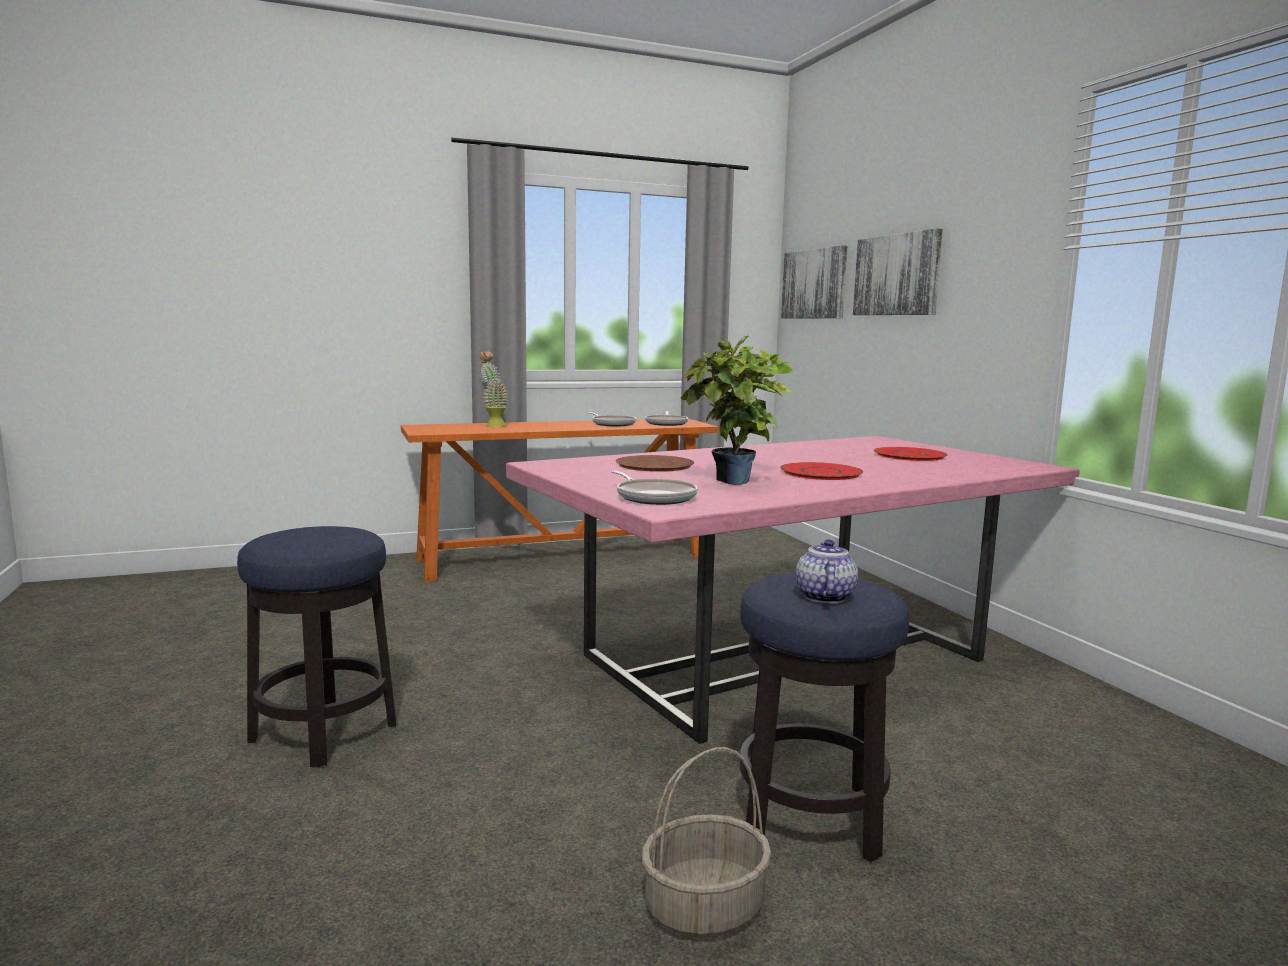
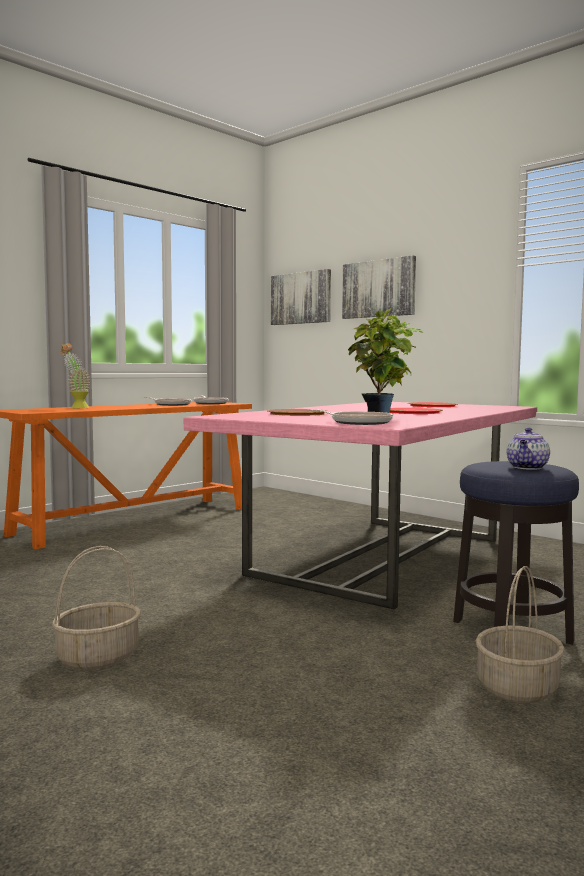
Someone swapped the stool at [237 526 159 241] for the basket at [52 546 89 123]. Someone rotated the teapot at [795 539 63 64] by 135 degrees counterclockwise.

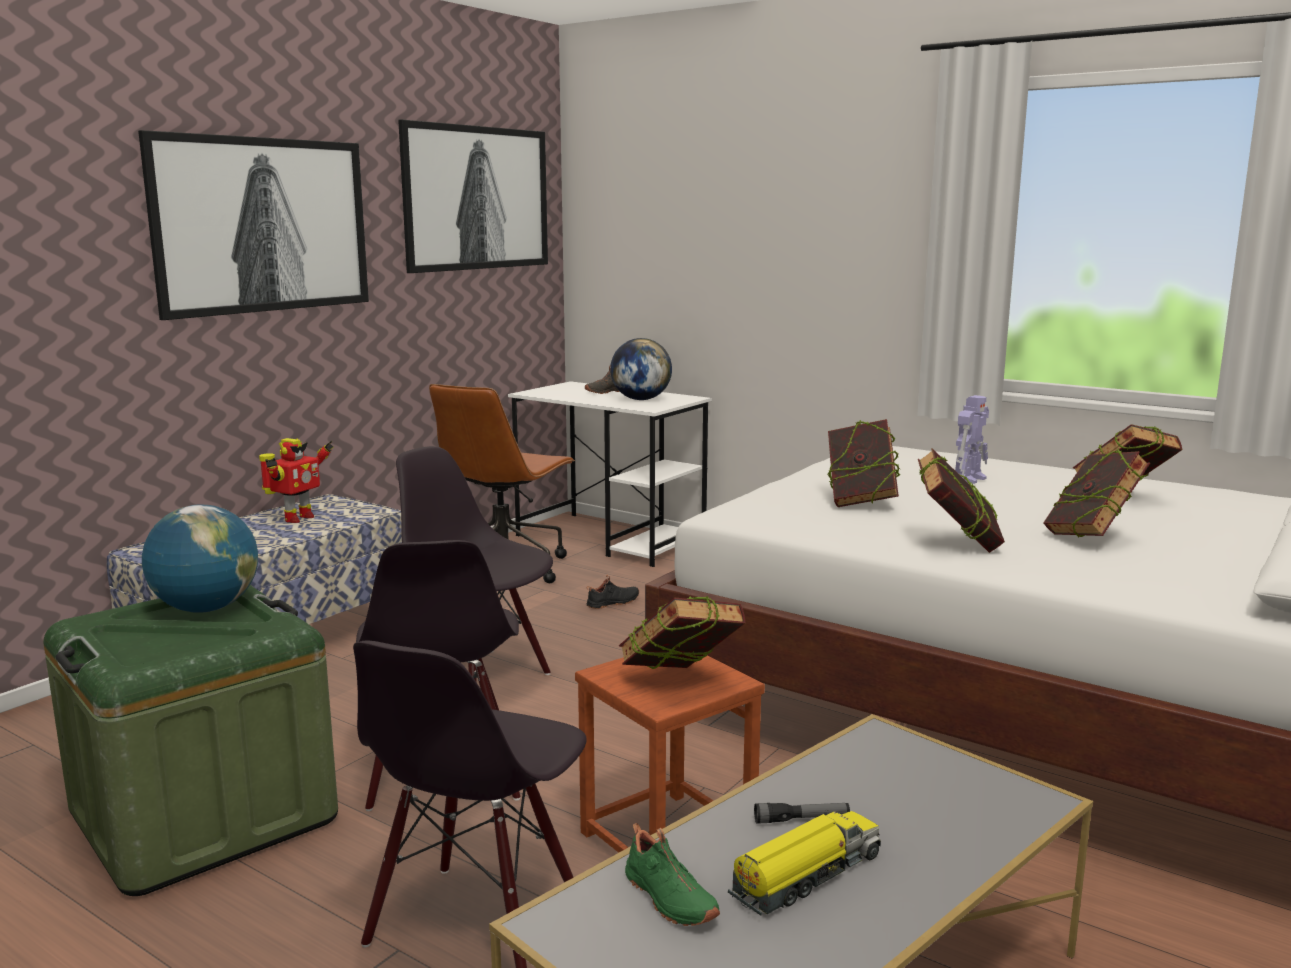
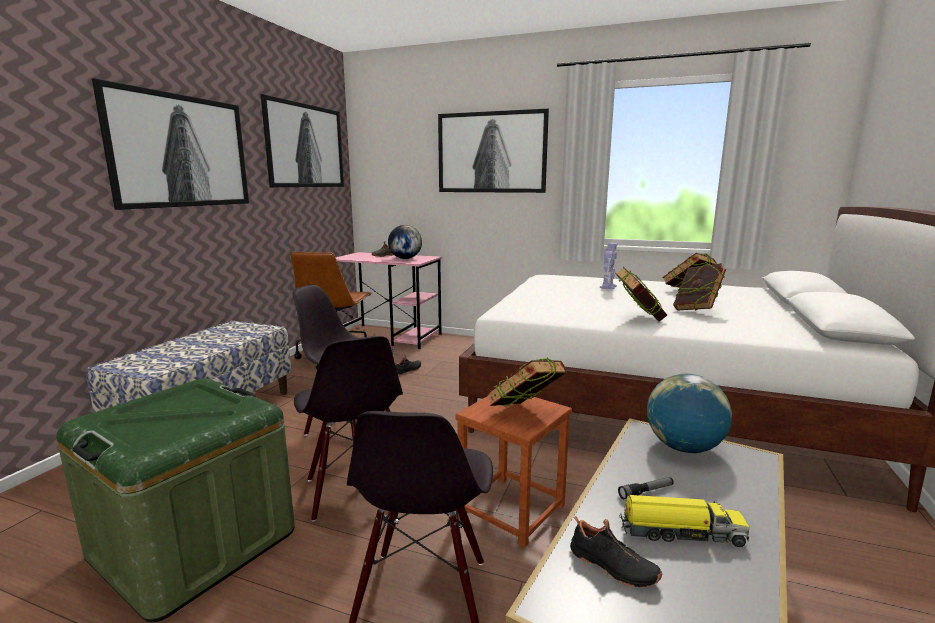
Someone repainted the white desk at [508 381 204 186], which became the pink desk at [336 252 106 97]. Someone put up the picture at [438 108 111 85]. Someone repainted the green shoe at [625 823 95 103], which became the black shoe at [570 516 92 72]. Someone rotated the toy truck at [728 810 153 105] by 60 degrees clockwise. Someone carried the globe from [142 504 116 109] to [647 374 85 79]. Someone took away the toy robot at [259 438 74 85]. Someone took away the book at [828 419 73 88].

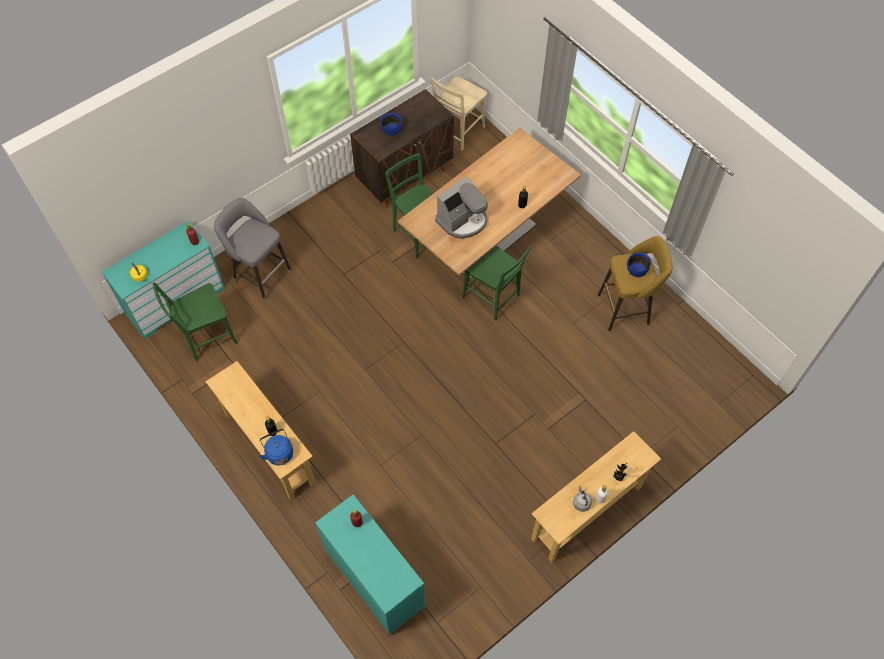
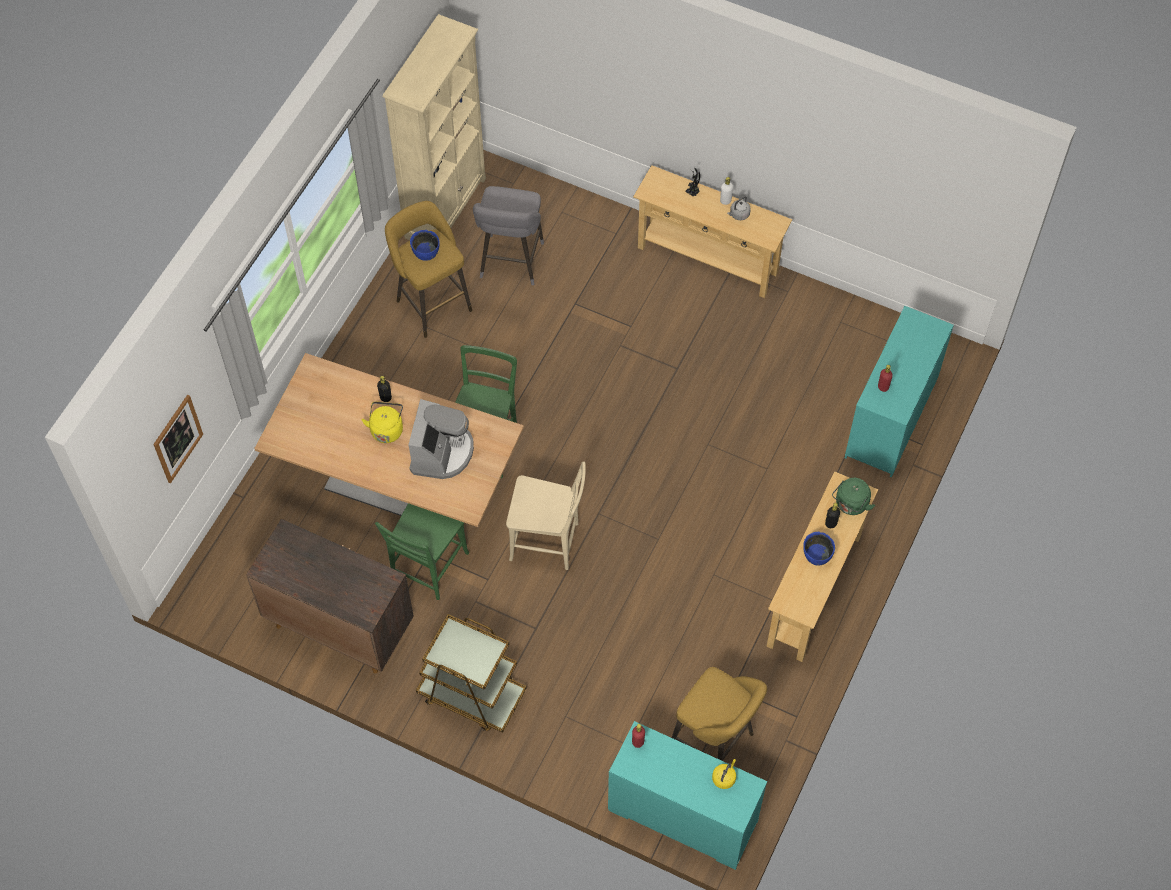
Someone put up the picture at [153 395 50 88]. Someone put down the yellow kettle at [361 402 42 41]. Someone put down the beige bookcase at [383 14 103 226]. Someone rotated the coffee machine at [435 176 53 63] by 75 degrees clockwise. Someone put down the brown cart at [416 614 111 119]. Someone carried the grey stool from [214 198 79 104] to [473 186 71 100]. Someone carried the beige chair from [430 76 57 75] to [506 462 80 108]. Someone swapped the green chair at [153 282 85 79] for the yellow stool at [672 667 95 94]. Someone carried the blue bowl from [380 113 22 23] to [803 532 32 33]. Someone repainted the blue kettle at [259 429 34 37], which became the green kettle at [832 478 43 37].

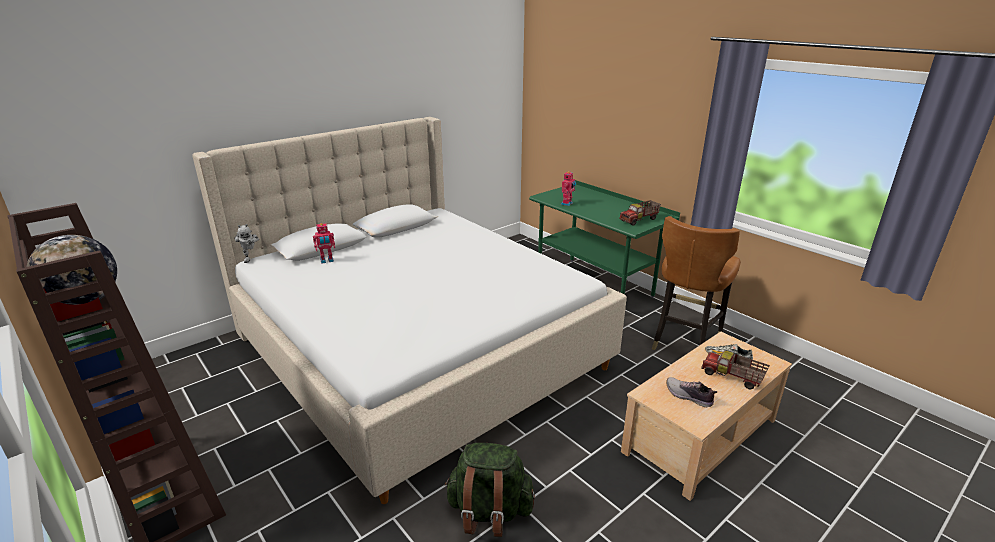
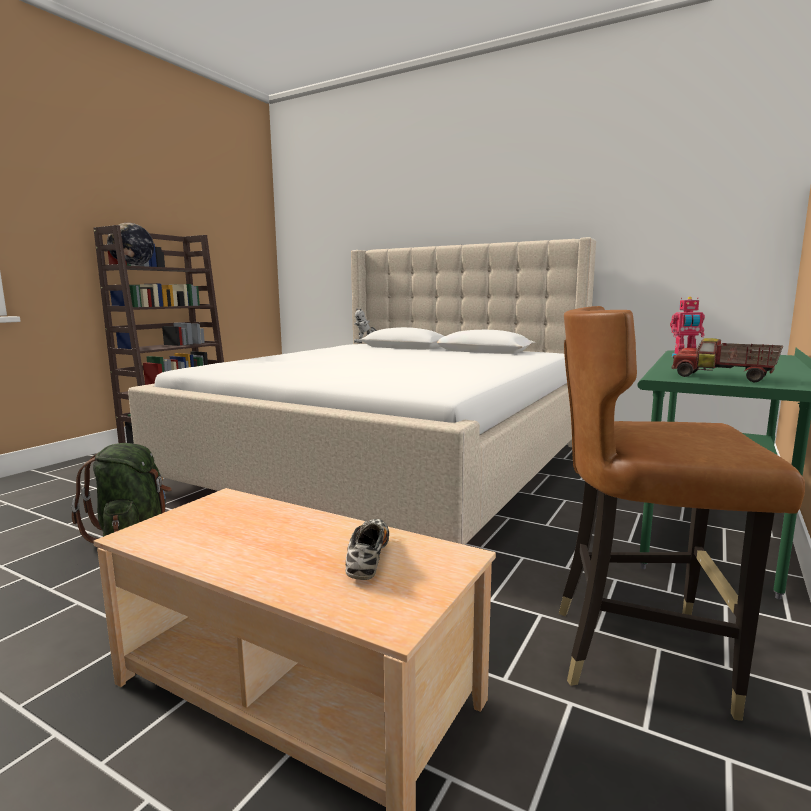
Someone took away the toy robot at [313 223 22 41]. Someone took away the shoe at [666 377 51 30]. Someone took away the toy truck at [701 351 69 39].

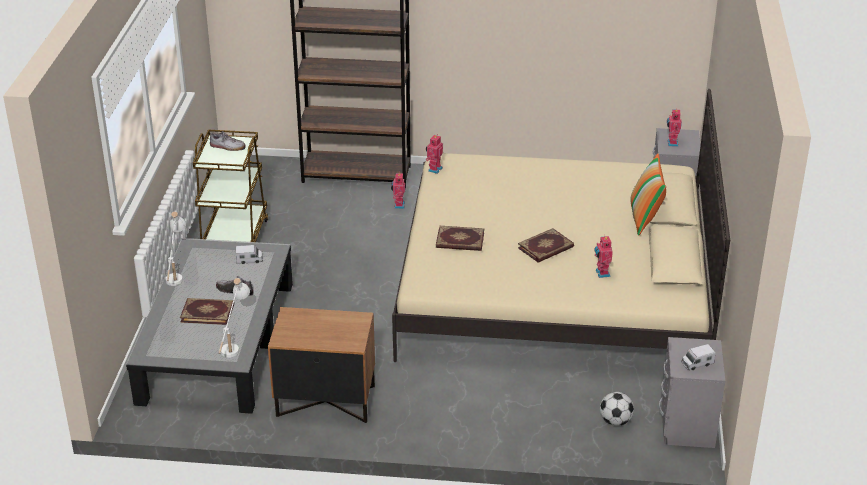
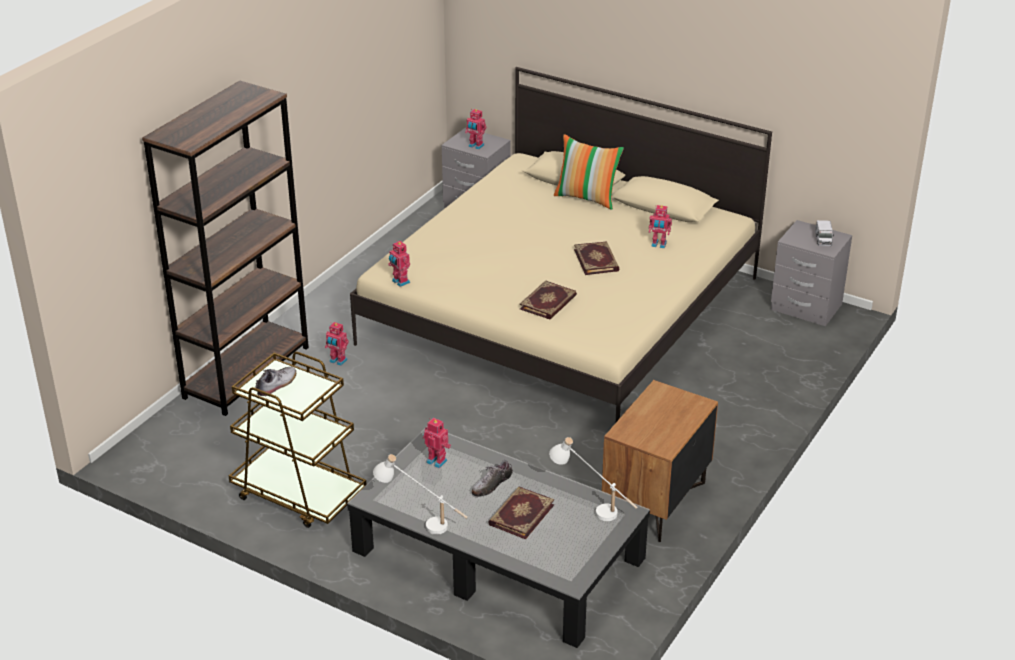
Someone swapped the toy truck at [236 245 27 19] for the toy robot at [423 418 28 50]. Someone took away the football at [600 392 34 34].

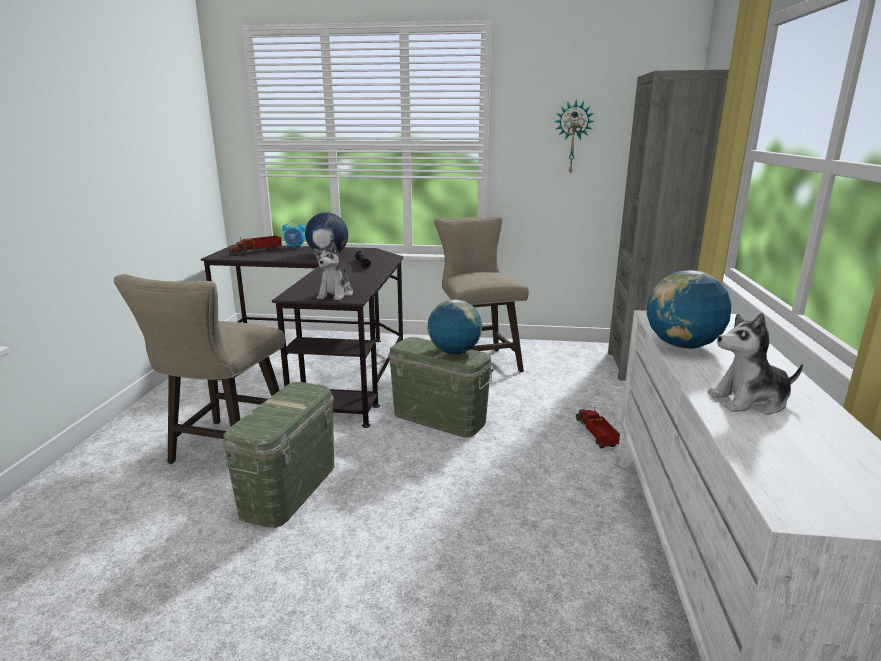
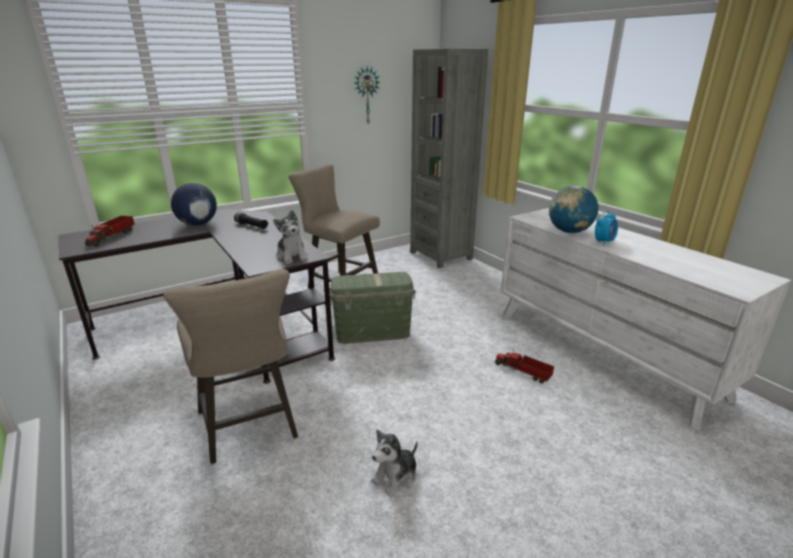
Someone carried the plush toy from [707 313 96 102] to [371 430 47 67]. Someone carried the toy truck from [576 408 44 40] to [495 349 59 35]. Someone carried the alarm clock from [282 220 23 28] to [595 210 23 36]. Someone took away the green storage box at [222 382 112 146]. Someone took away the globe at [428 299 54 55].

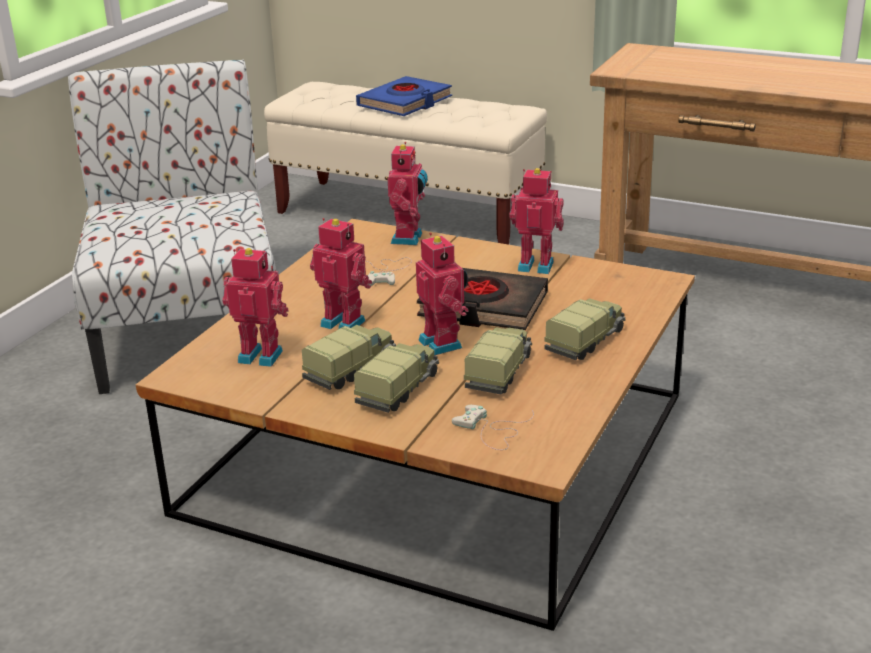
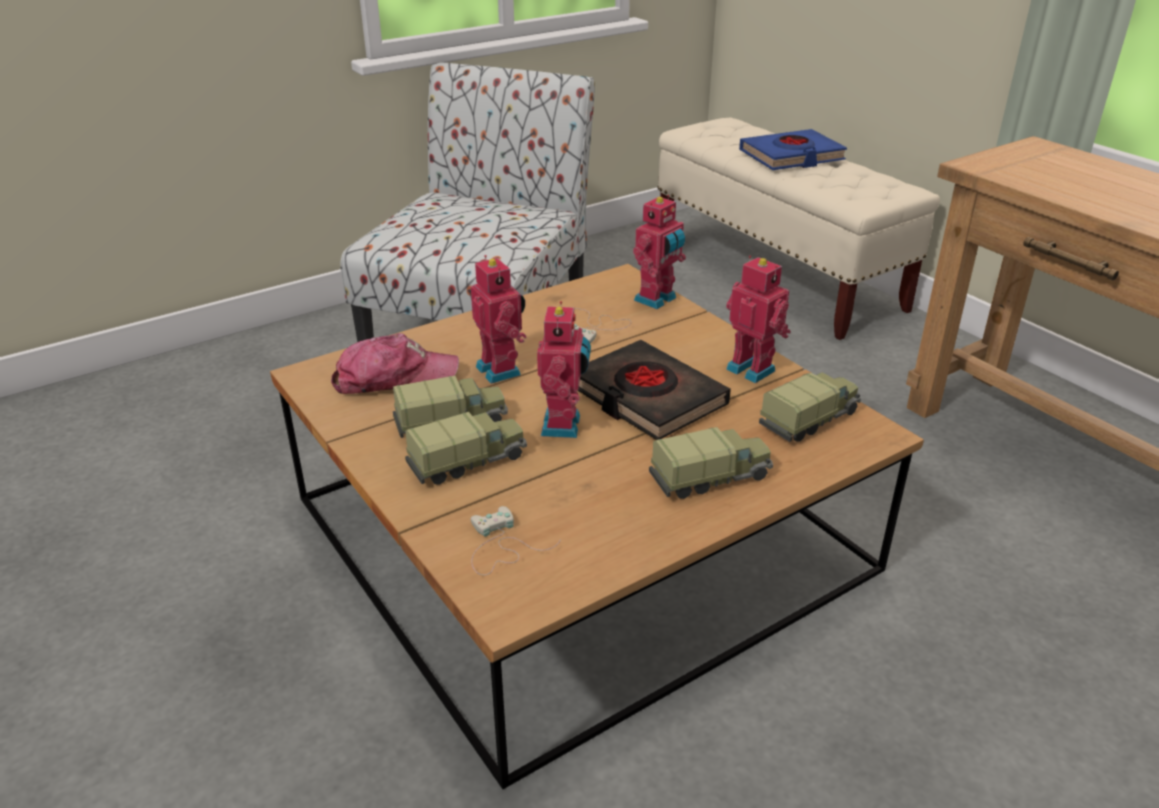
Someone swapped the toy robot at [222 248 67 119] for the cap at [331 333 128 61]. Someone carried the toy truck from [464 327 68 68] to [759 372 102 70].

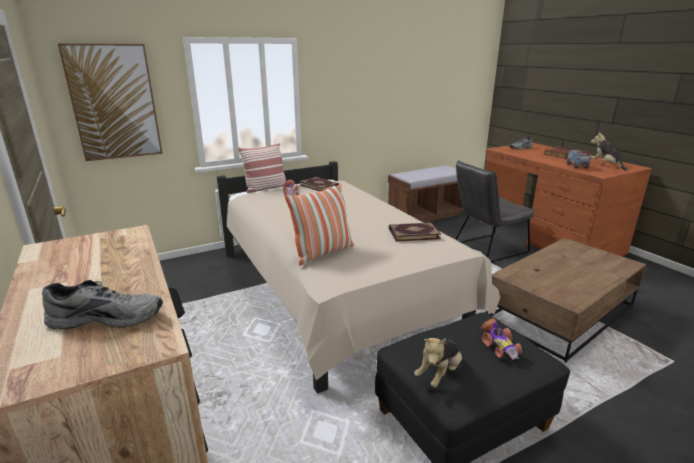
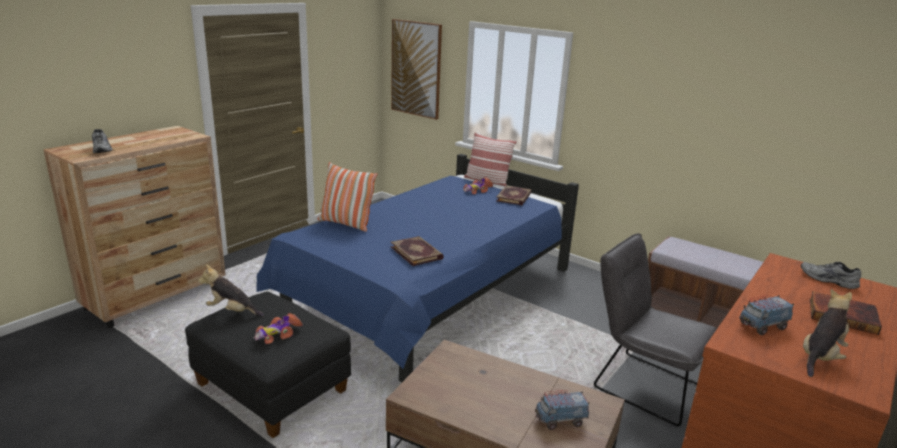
Someone repainted the beige bed at [217 161 283 232], which became the blue bed at [257 154 322 228]. Someone put down the toy truck at [535 390 54 40].

